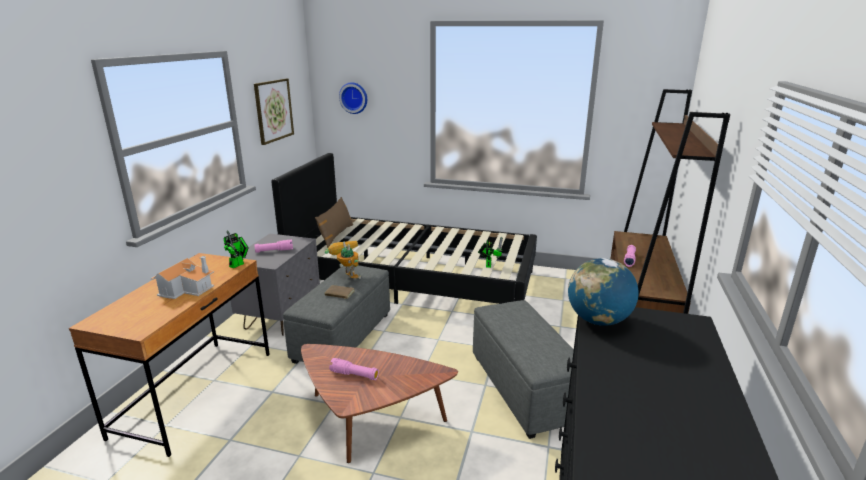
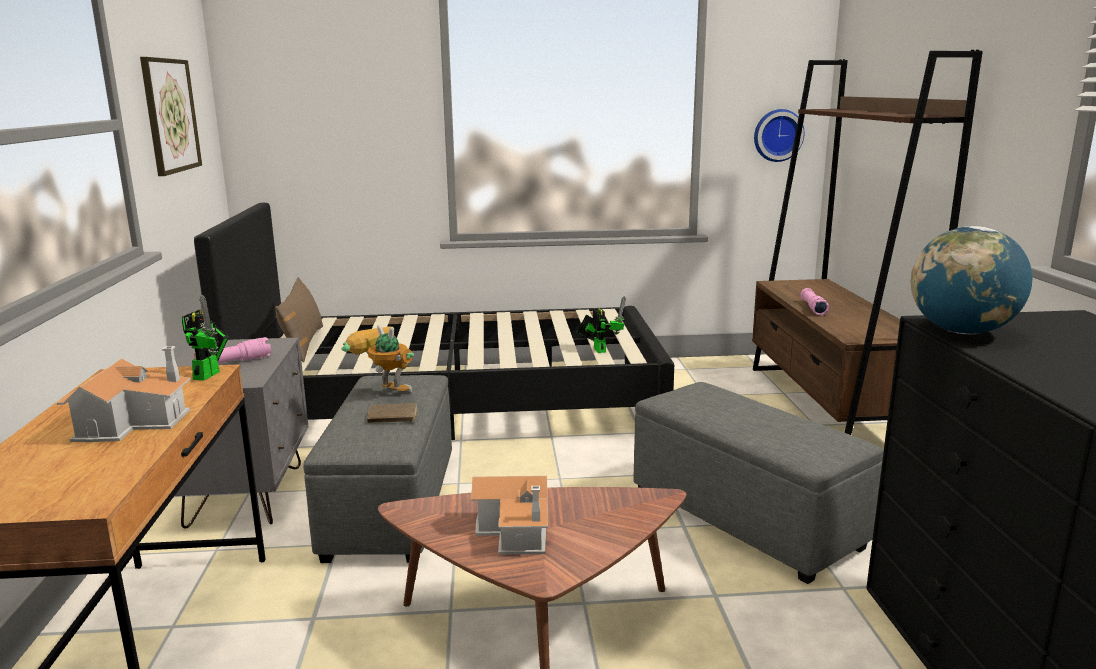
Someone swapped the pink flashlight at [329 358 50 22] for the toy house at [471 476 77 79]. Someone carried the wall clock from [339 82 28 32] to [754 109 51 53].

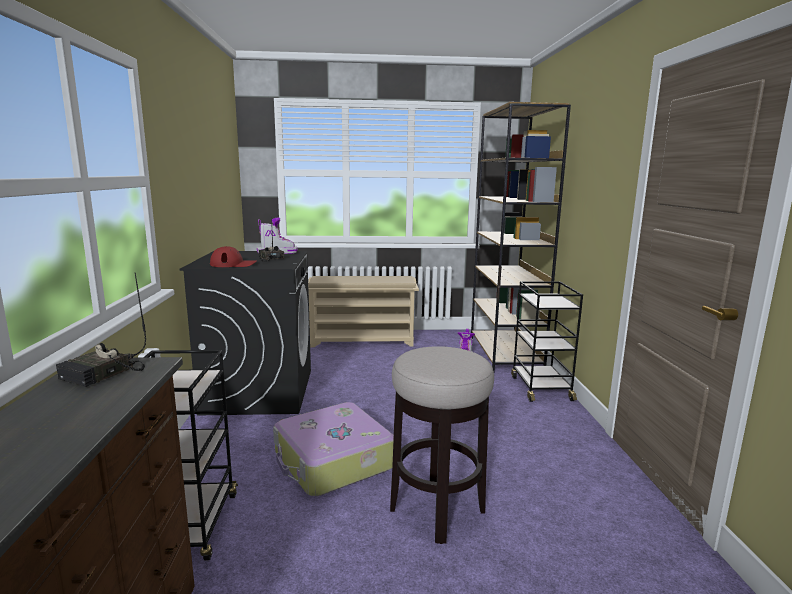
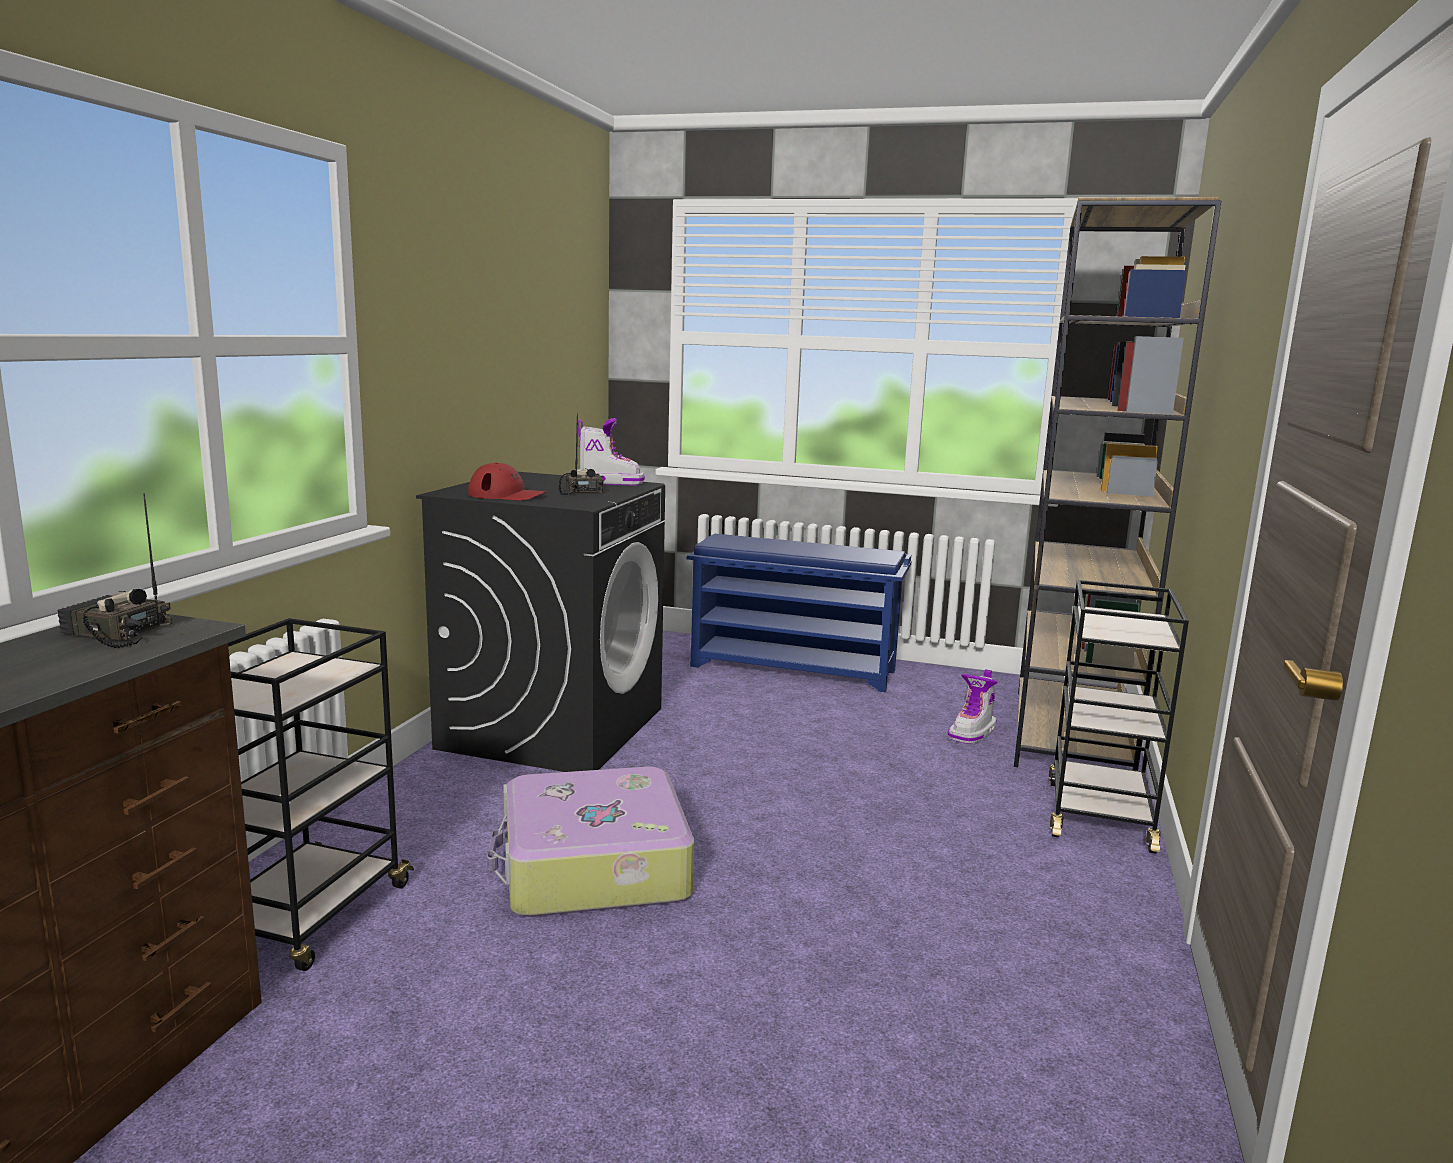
Someone rotated the radio at [56 273 90 114] by 60 degrees clockwise. Someone repainted the beige shoe rack at [308 276 111 71], which became the blue shoe rack at [687 534 224 158]. Someone took away the stool at [390 346 104 198].

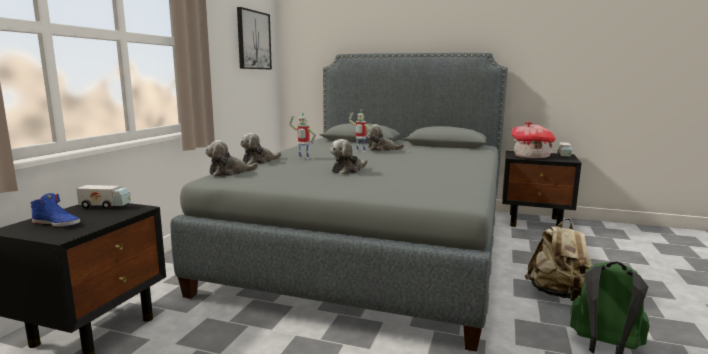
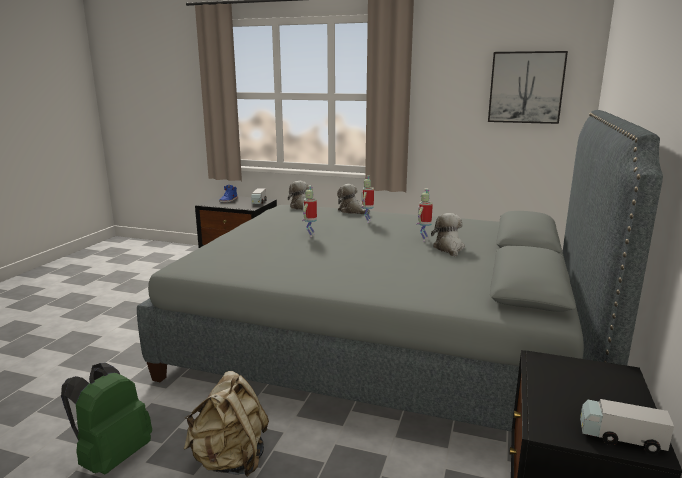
Someone swapped the plush toy at [330 139 37 35] for the toy robot at [302 186 15 51]. Someone took away the toy house at [511 121 45 37].

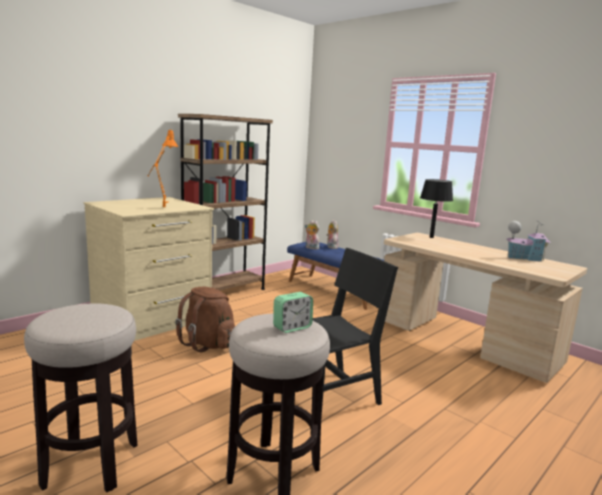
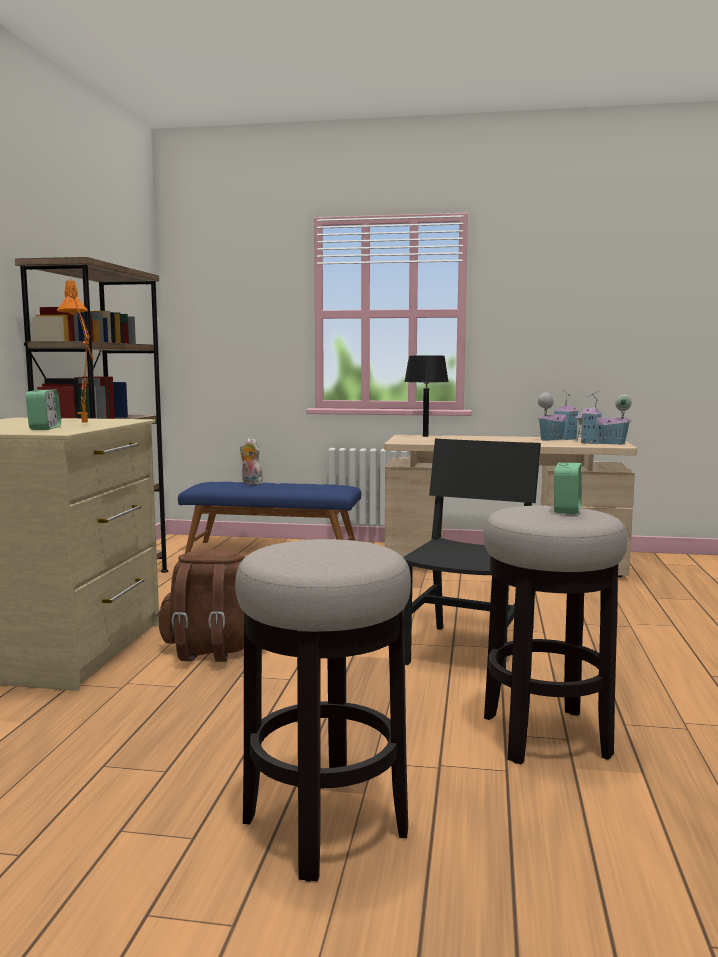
Someone put down the alarm clock at [26 390 35 40]. Someone put down the toy house at [575 391 57 54]. Someone took away the plush toy at [305 220 14 30].

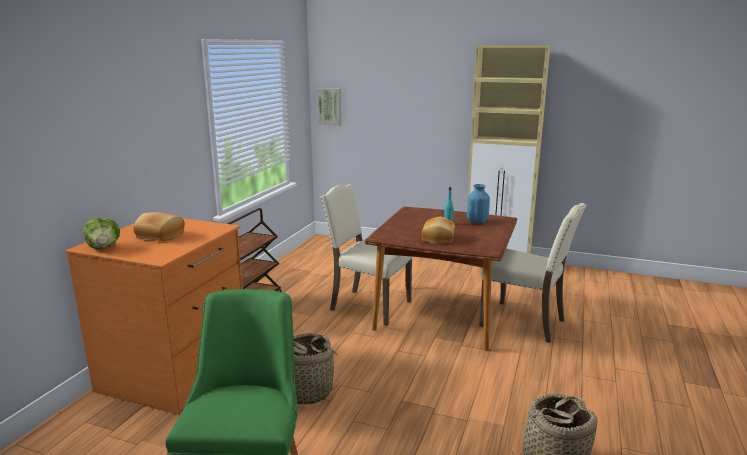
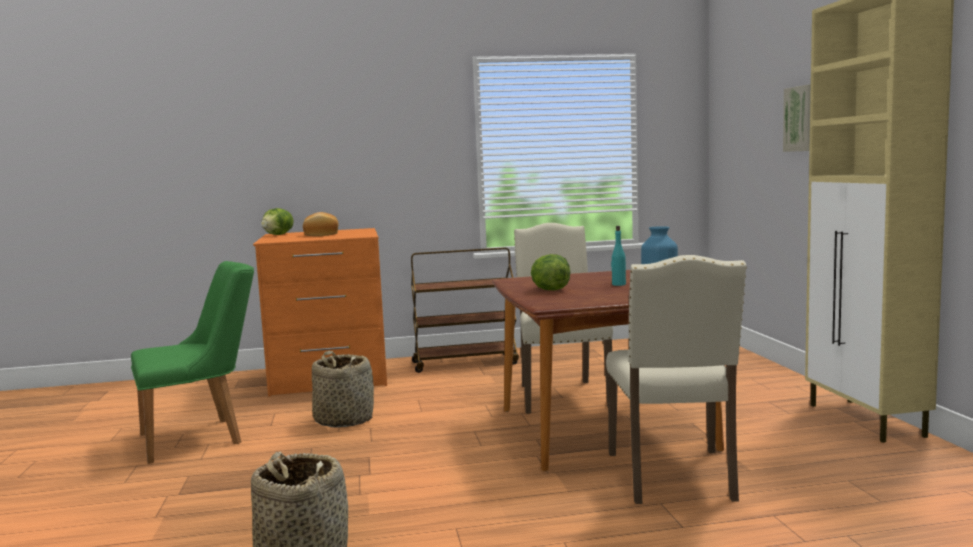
Someone swapped the bread at [422 217 33 27] for the lettuce at [531 254 39 37]. Someone carried the picture from [317 88 24 38] to [783 84 28 68].

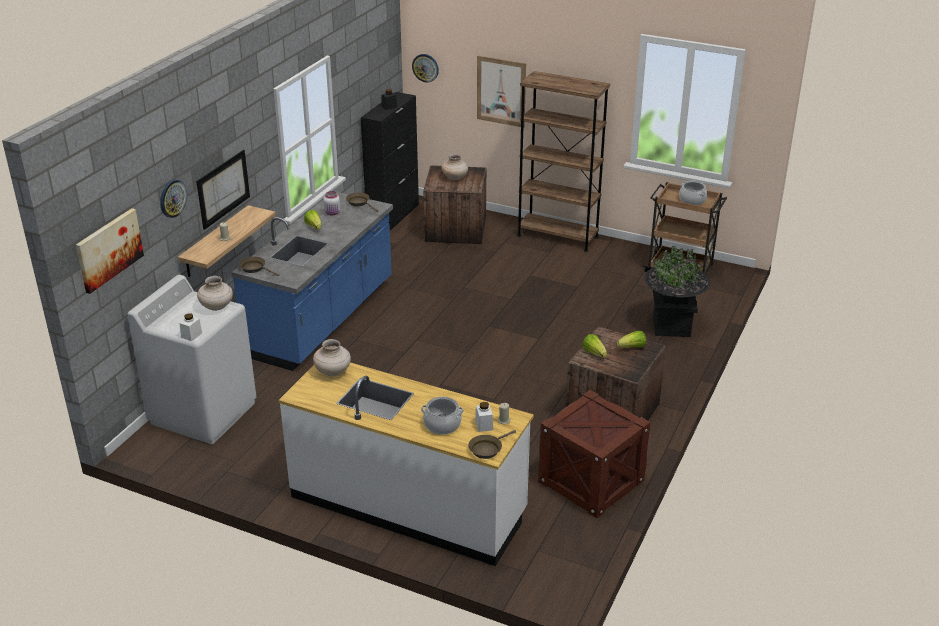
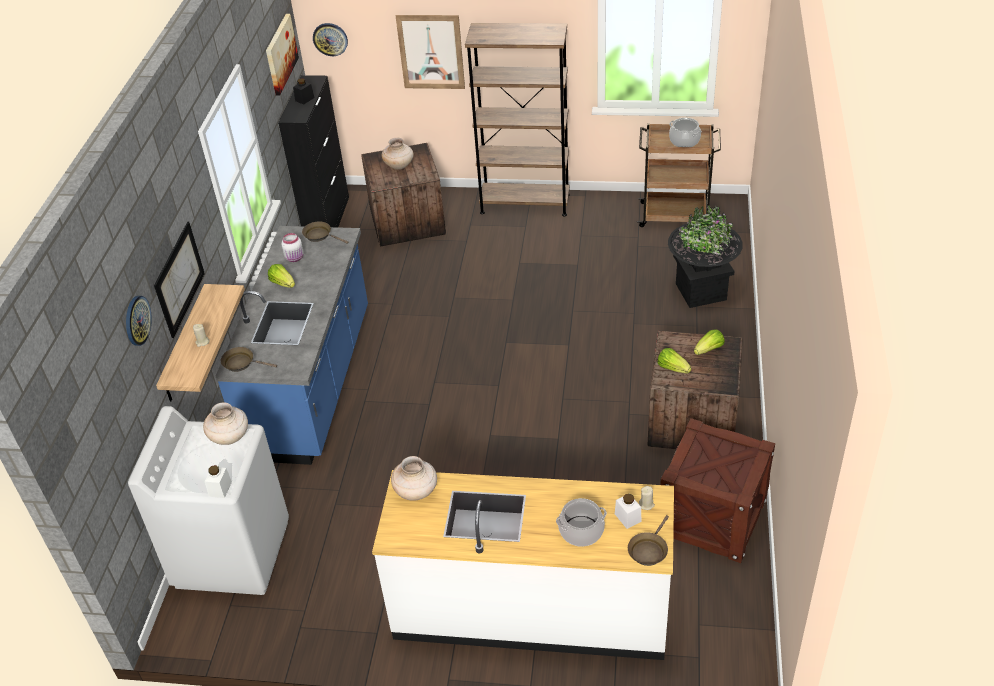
Someone carried the picture from [76 208 68 86] to [266 14 33 82].

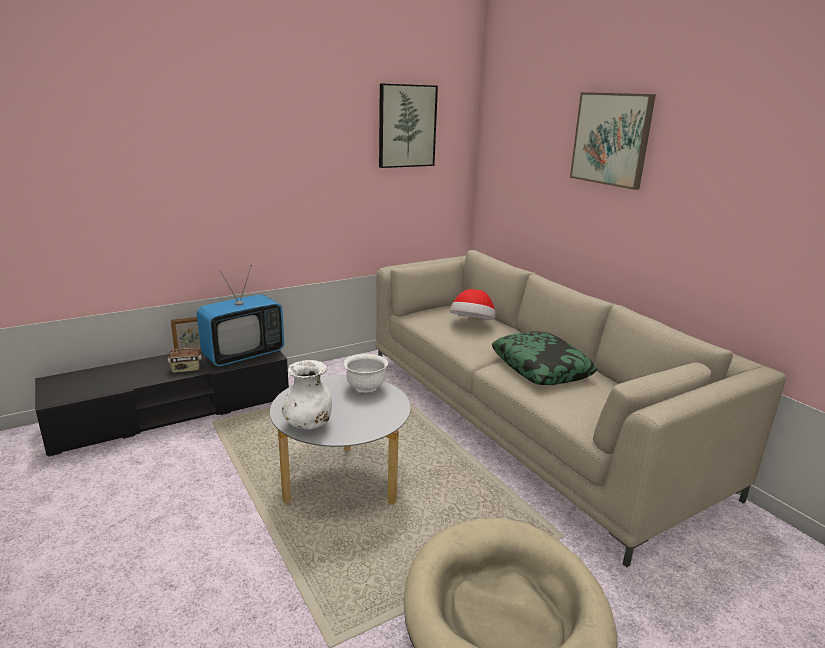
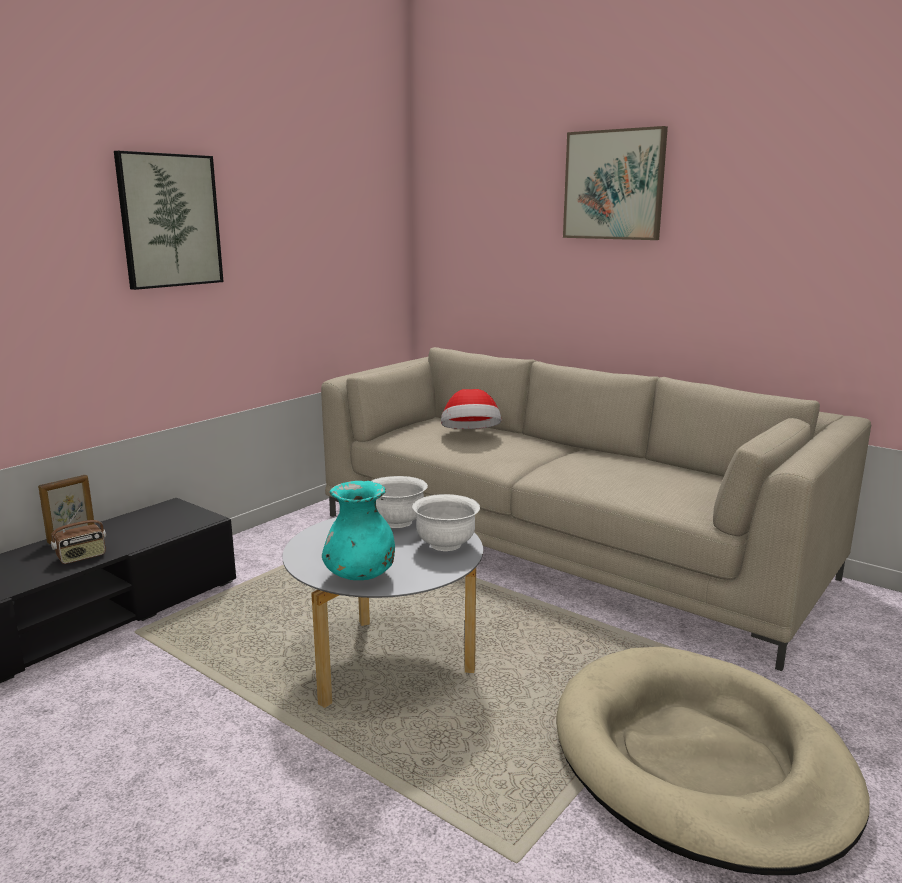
Someone carried the picture from [379 84 59 84] to [114 151 110 139]. Someone repainted the white vase at [282 360 50 69], which became the turquoise vase at [322 481 73 99]. Someone put down the white bowl at [412 494 68 57]. Someone took away the television at [197 265 87 101]. Someone took away the pillow at [492 331 105 54].

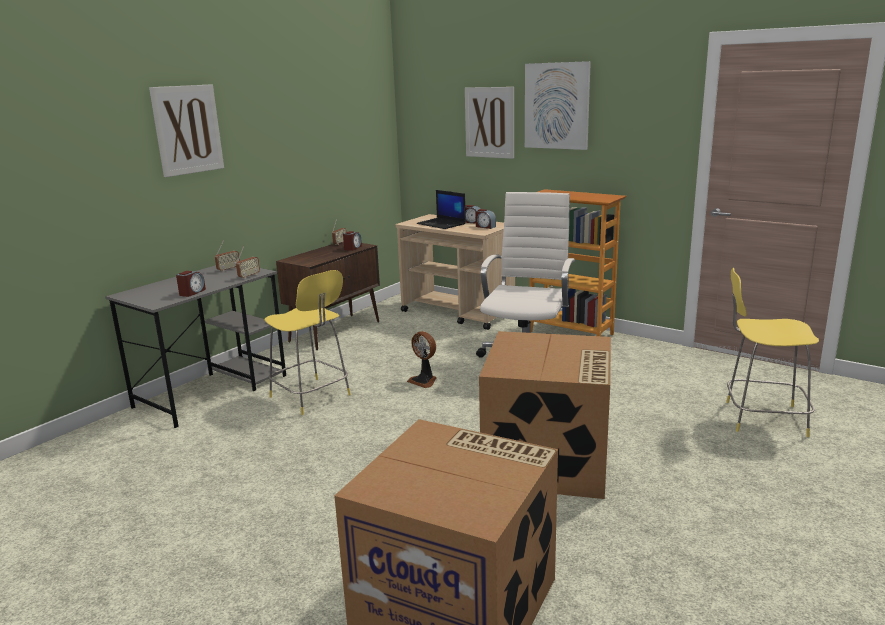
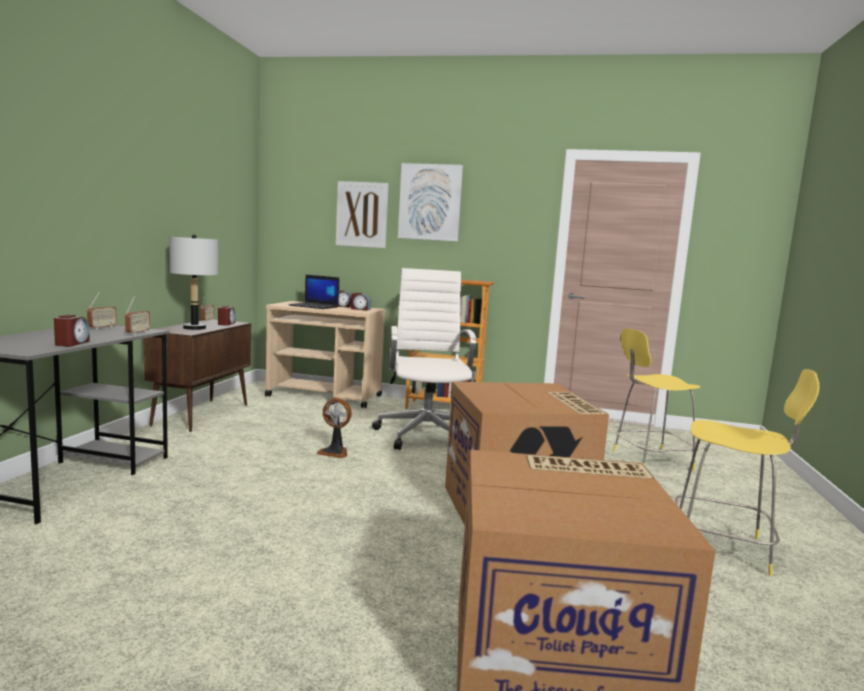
Someone put down the grey table lamp at [169 234 49 96]. Someone carried the yellow stool from [265 270 86 145] to [675 369 145 207]. Someone took away the picture at [149 84 75 93].

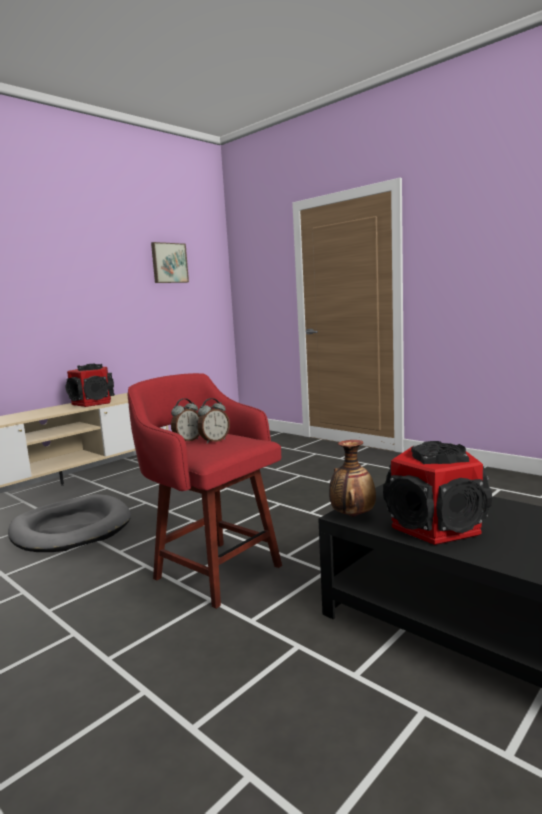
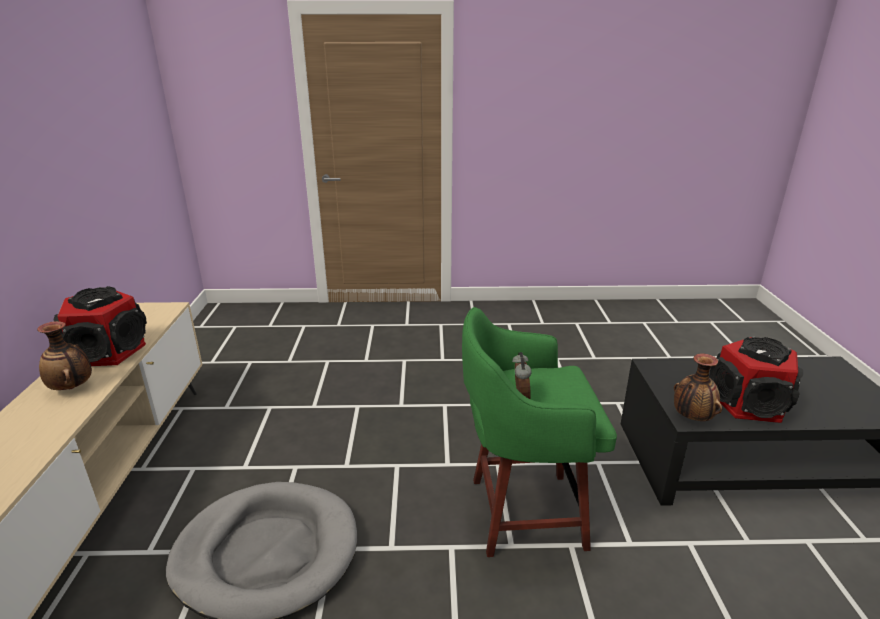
Someone put down the vase at [37 321 55 69]. Someone repainted the red stool at [127 373 155 236], which became the green stool at [462 307 155 250]. Someone took away the picture at [151 242 38 41]. Someone took away the alarm clock at [197 398 33 46].

